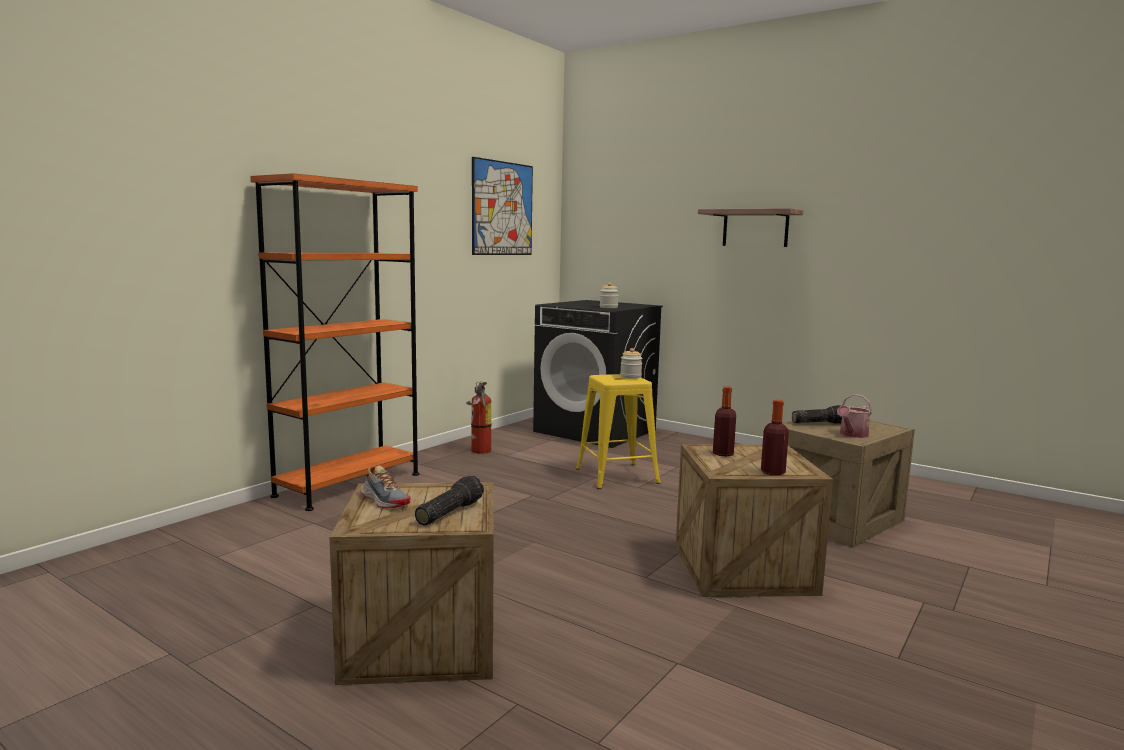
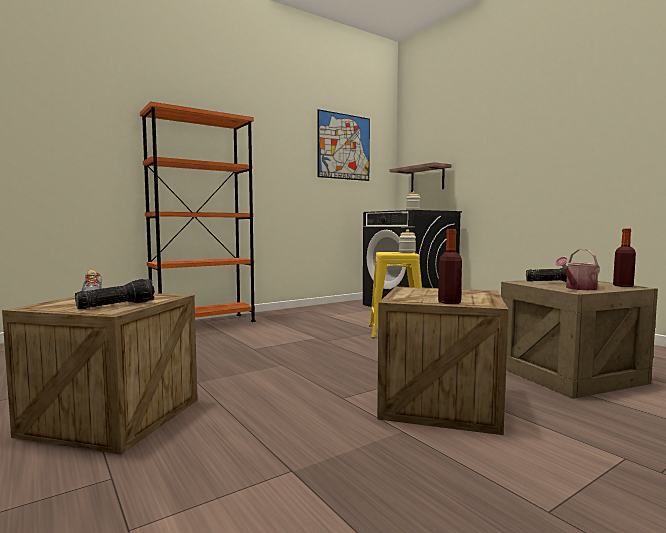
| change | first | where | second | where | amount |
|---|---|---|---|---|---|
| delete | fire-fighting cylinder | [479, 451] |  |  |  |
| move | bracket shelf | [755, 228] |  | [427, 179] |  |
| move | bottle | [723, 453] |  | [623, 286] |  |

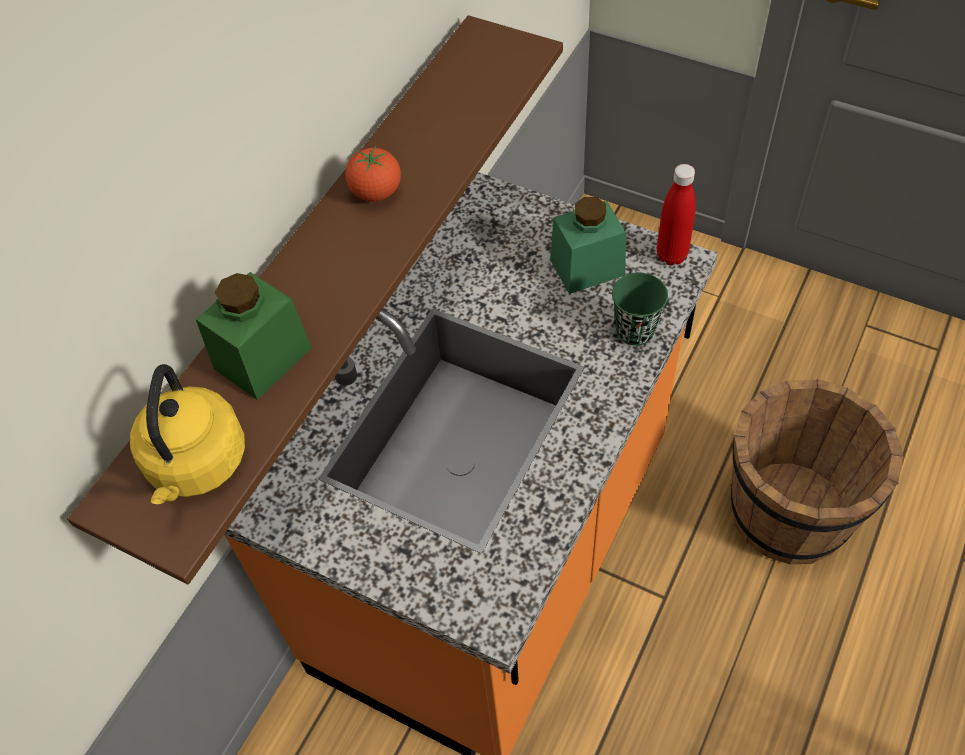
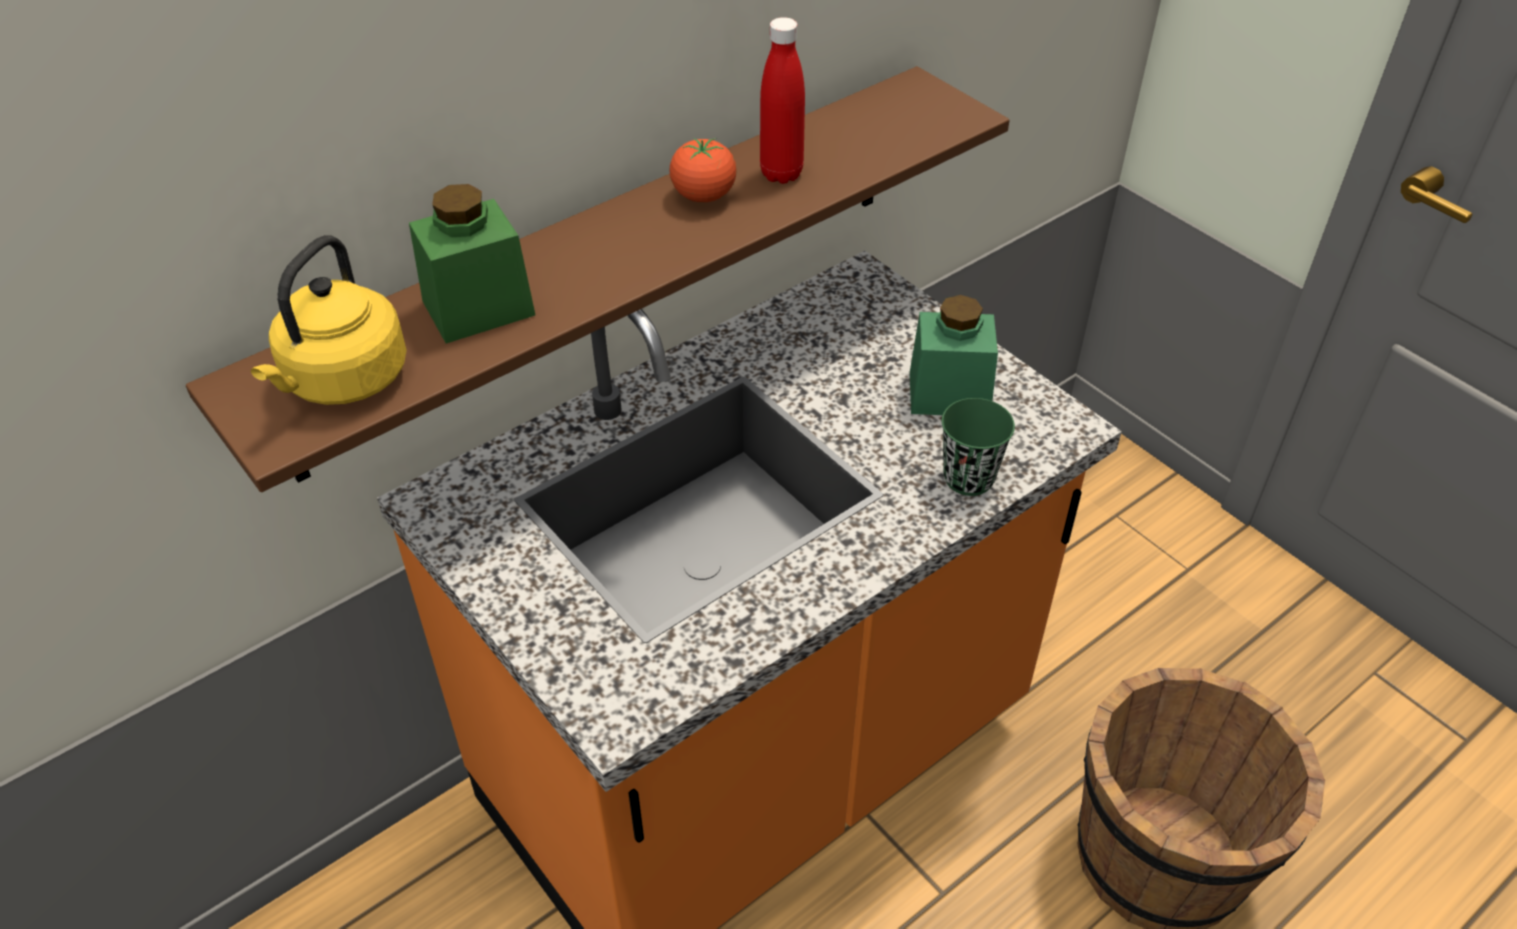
| change | first | where | second | where | amount |
|---|---|---|---|---|---|
| move | red bottle | [671, 255] |  | [781, 174] |  |

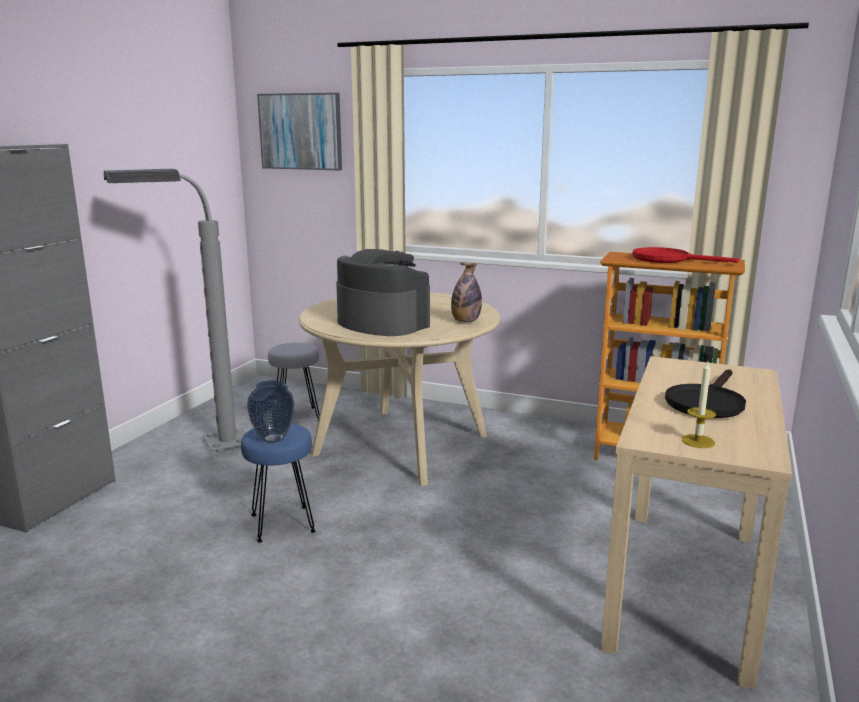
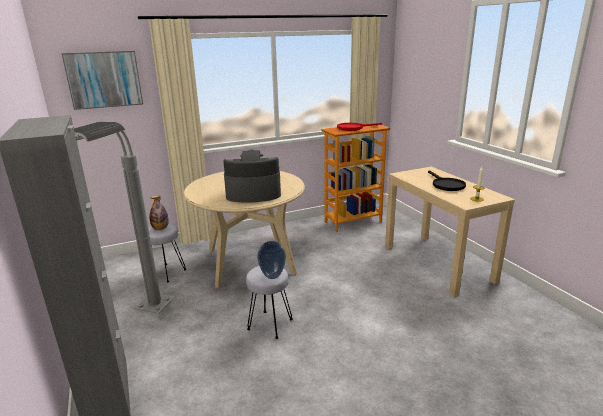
| change | first | where | second | where | amount |
|---|---|---|---|---|---|
| move | bottle | [465, 321] |  | [160, 229] |  |
| recolor | blue stool | [281, 524] | grey stool | [269, 325] |  |

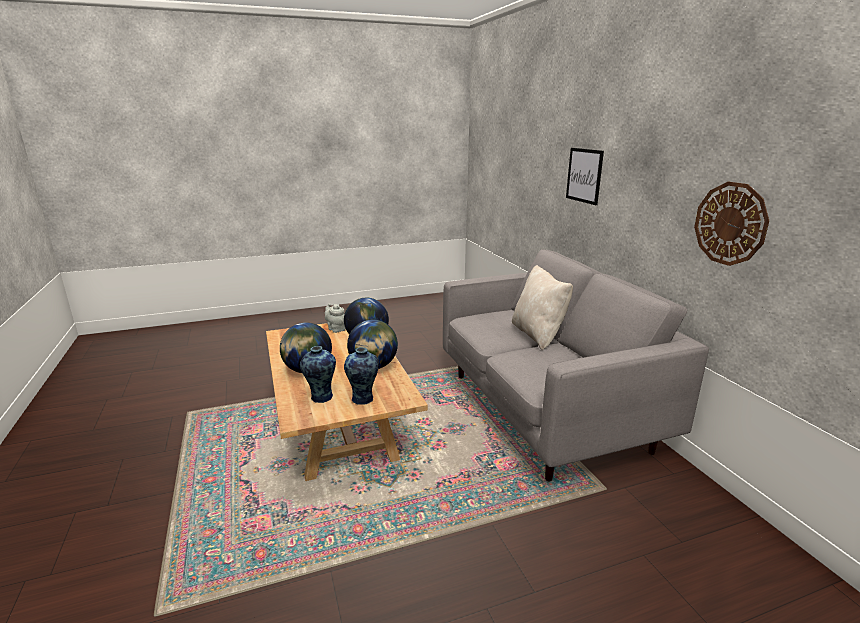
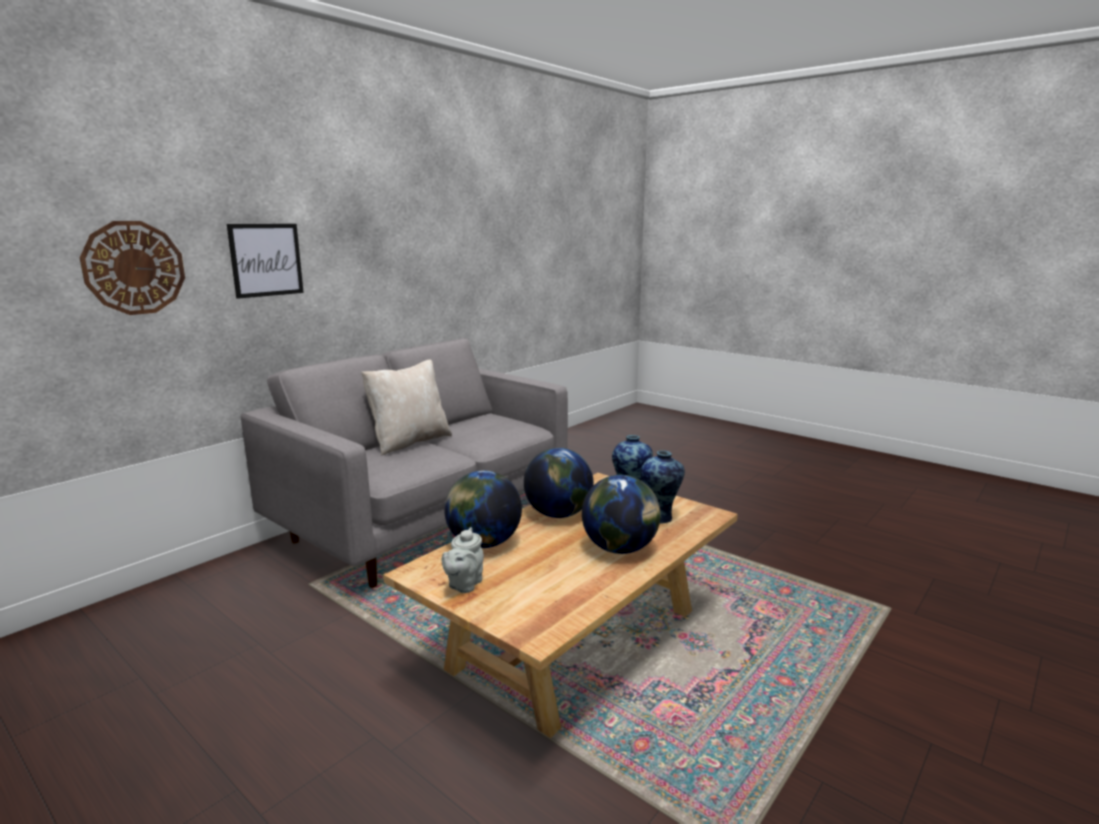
| change | first | where | second | where | amount |
|---|---|---|---|---|---|
| move | clock on the wall | [730, 224] |  | [134, 268] |  |

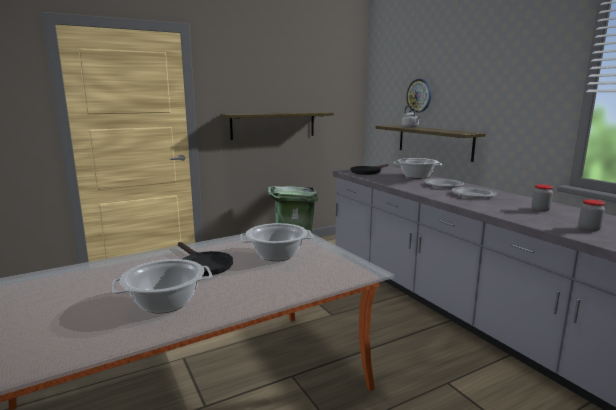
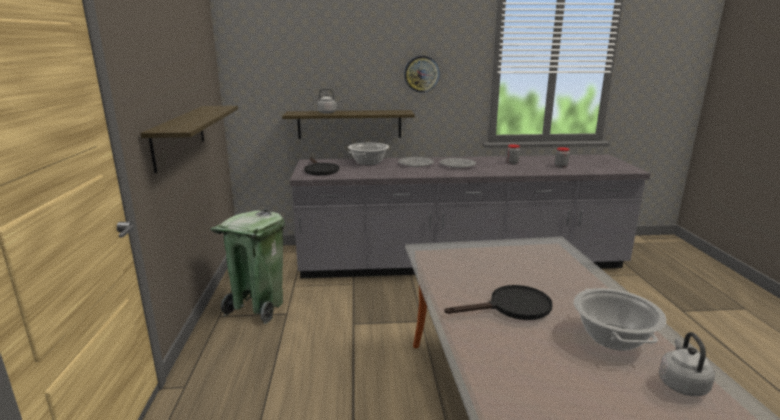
| change | first | where | second | where | amount |
|---|---|---|---|---|---|
| delete | stockpot | [276, 255] |  |  |  |
| insert |  |  | grey kettle | [681, 383] |  |
| move | clock on the wall | [419, 95] |  | [421, 74] |  |

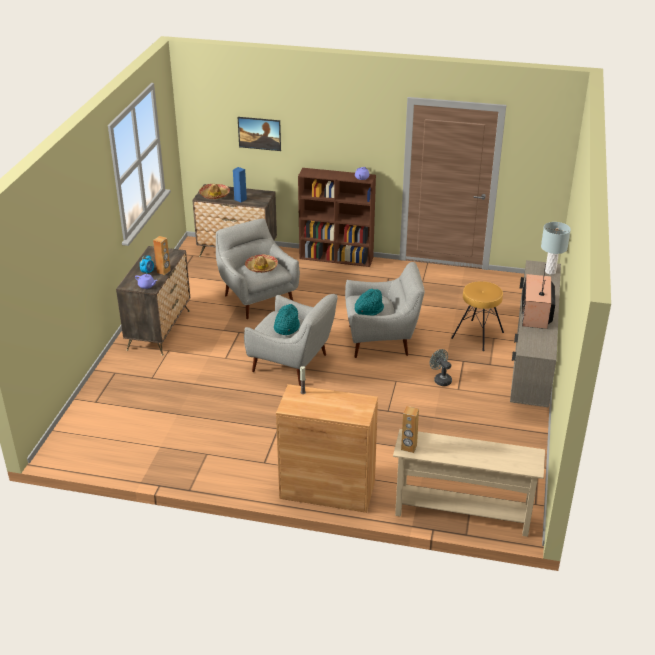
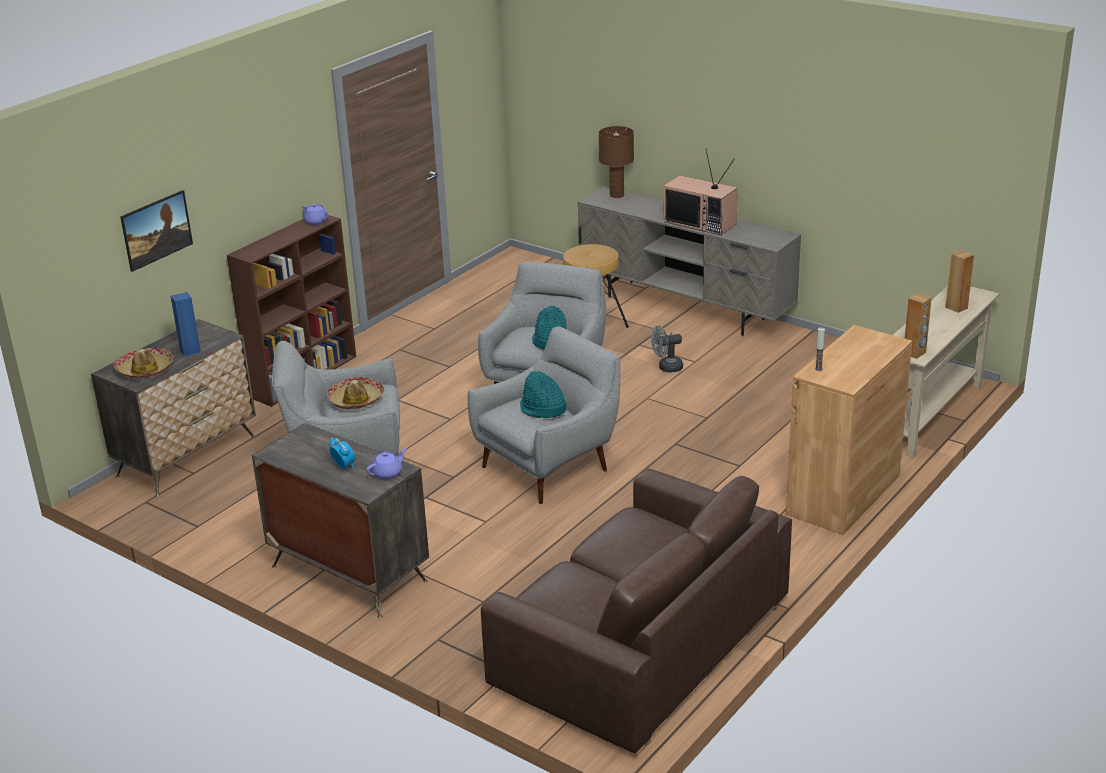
| change | first | where | second | where | amount |
|---|---|---|---|---|---|
| insert |  |  | brown-coloured couch | [639, 641] |  |
| move | brown-coloured loudspeaker | [163, 271] |  | [956, 307] |  |
| recolor | grey lamp for a table | [550, 272] | brown-coloured lamp for a table | [617, 195] |  |

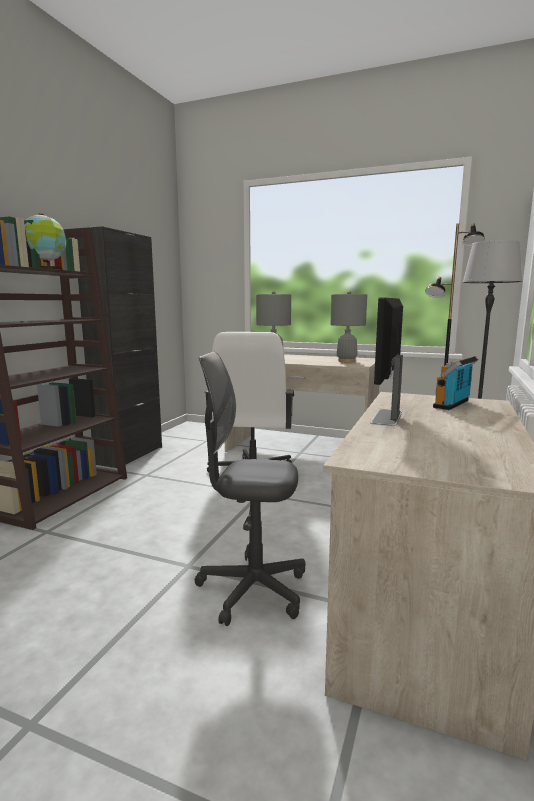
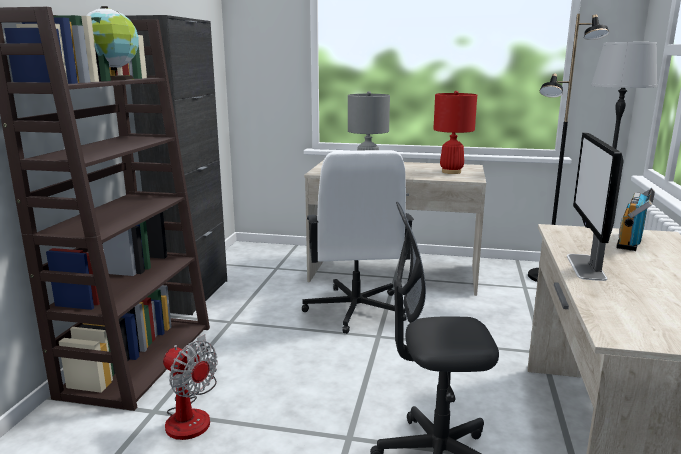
| change | first | where | second | where | amount |
|---|---|---|---|---|---|
| insert |  |  | cooling fan | [191, 414] |  |
| recolor | grey lamp for a table | [346, 361] | red lamp for a table | [451, 172] |  |

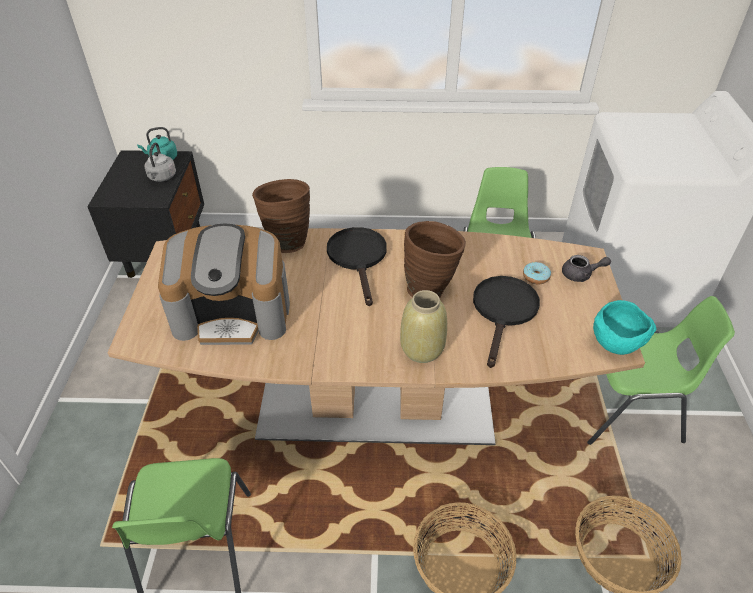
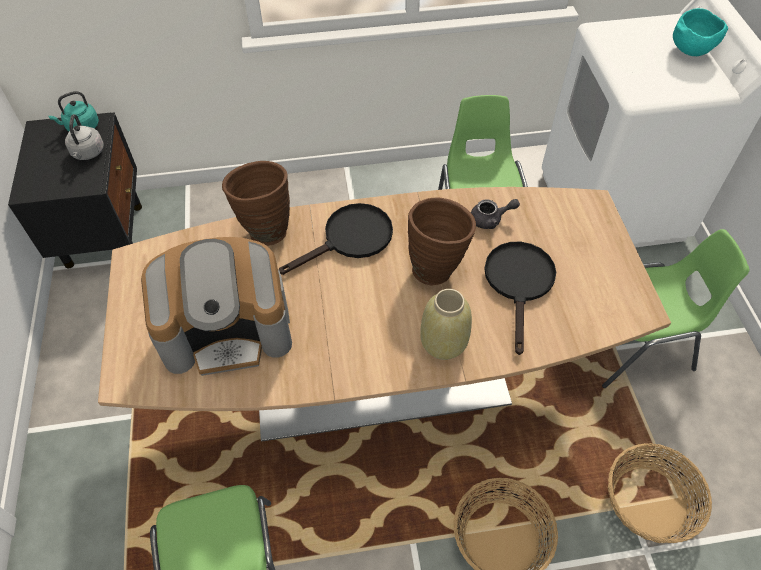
| change | first | where | second | where | amount |
|---|---|---|---|---|---|
| delete | donut | [535, 277] |  |  |  |
| move | grey pot for tea | [581, 275] |  | [490, 219] |  |
| move | blue-green bowl | [616, 343] |  | [691, 50] |  |
| rotate | black frying pan | [358, 258] |  | [350, 239] | 75 degrees clockwise |

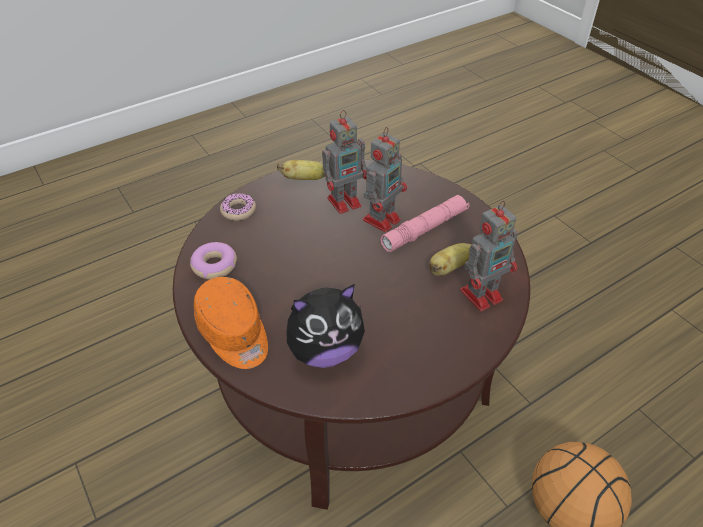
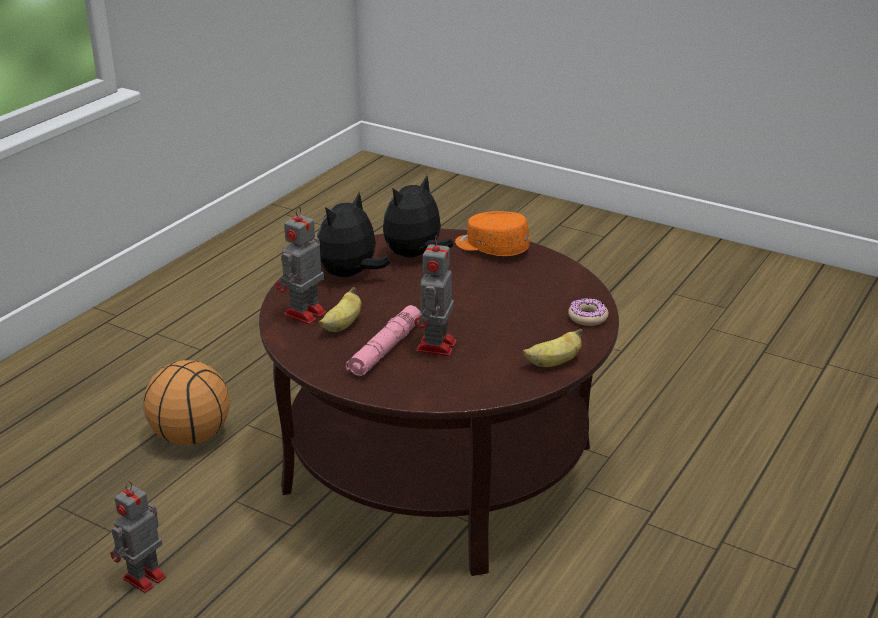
| change | first | where | second | where | amount |
|---|---|---|---|---|---|
| delete | donut | [214, 265] |  |  |  |
| insert |  |  | cuddly toy | [350, 275] |  |
| move | robot figure | [345, 201] |  | [143, 579] |  |

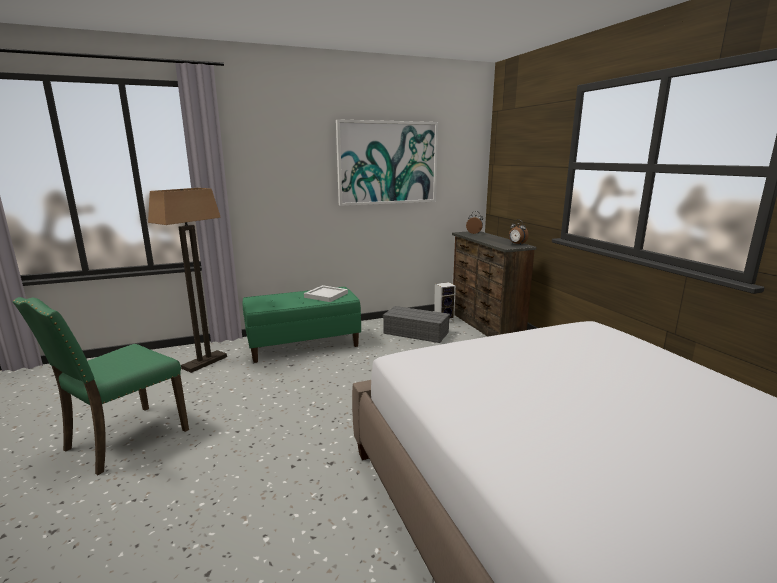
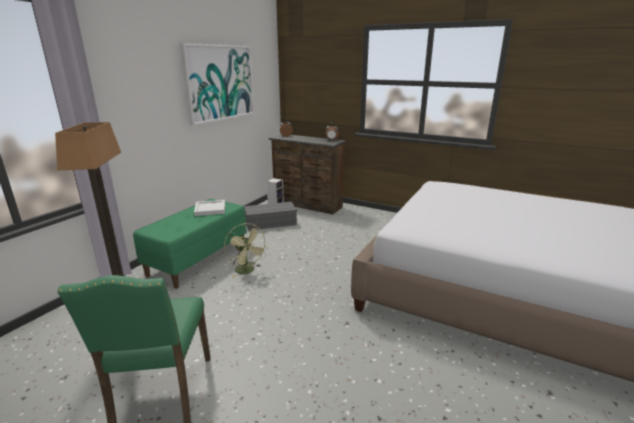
| change | first | where | second | where | amount |
|---|---|---|---|---|---|
| insert |  |  | green cooling fan | [247, 271] |  |

